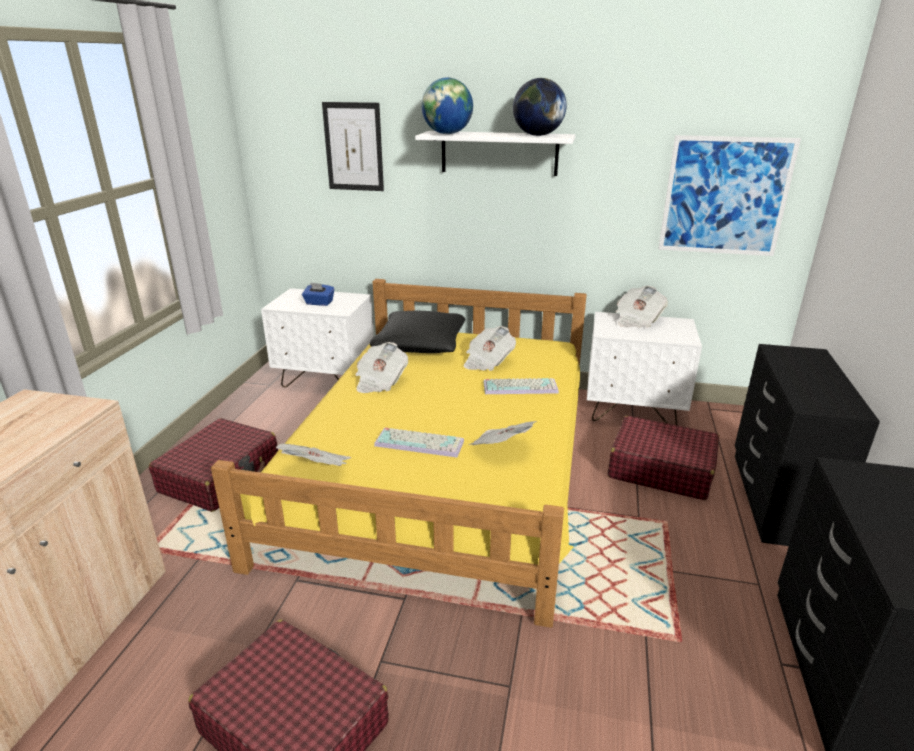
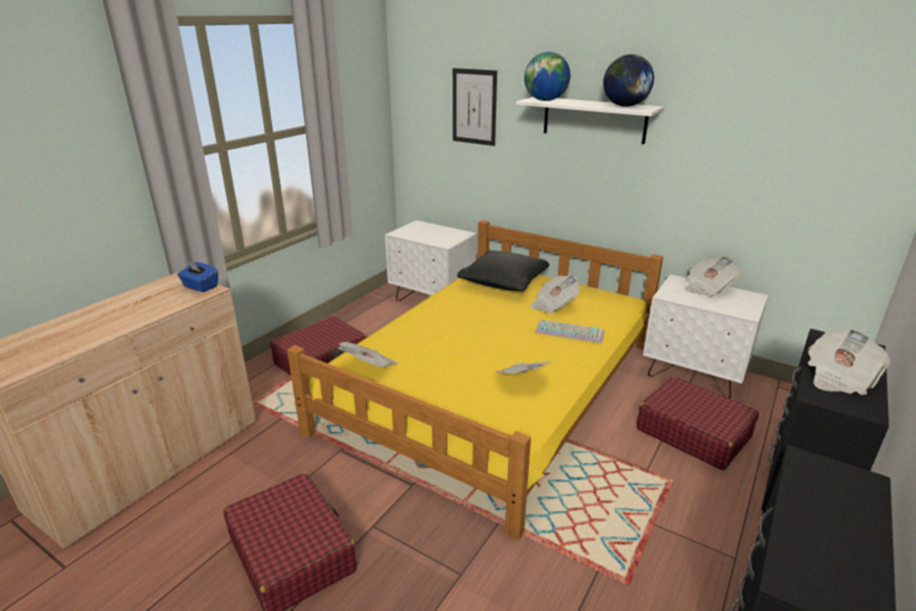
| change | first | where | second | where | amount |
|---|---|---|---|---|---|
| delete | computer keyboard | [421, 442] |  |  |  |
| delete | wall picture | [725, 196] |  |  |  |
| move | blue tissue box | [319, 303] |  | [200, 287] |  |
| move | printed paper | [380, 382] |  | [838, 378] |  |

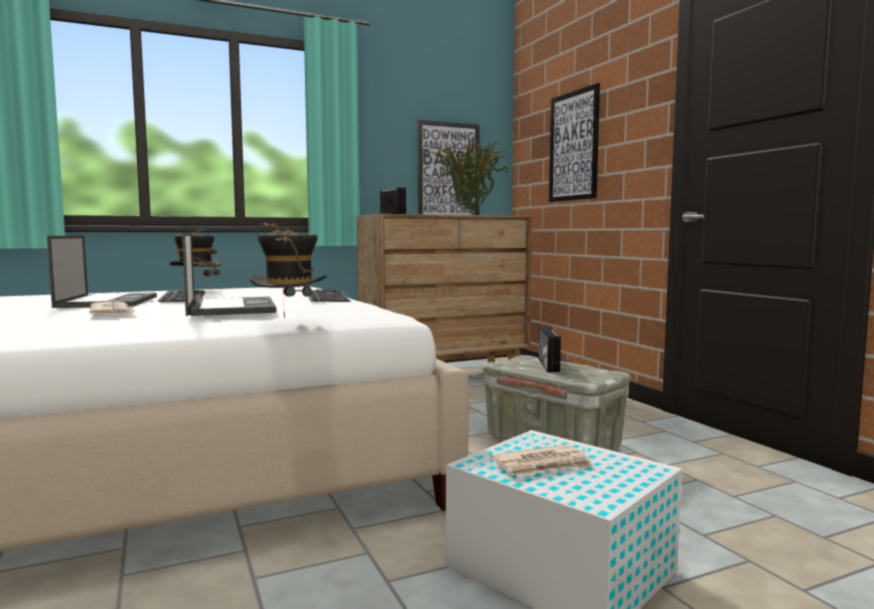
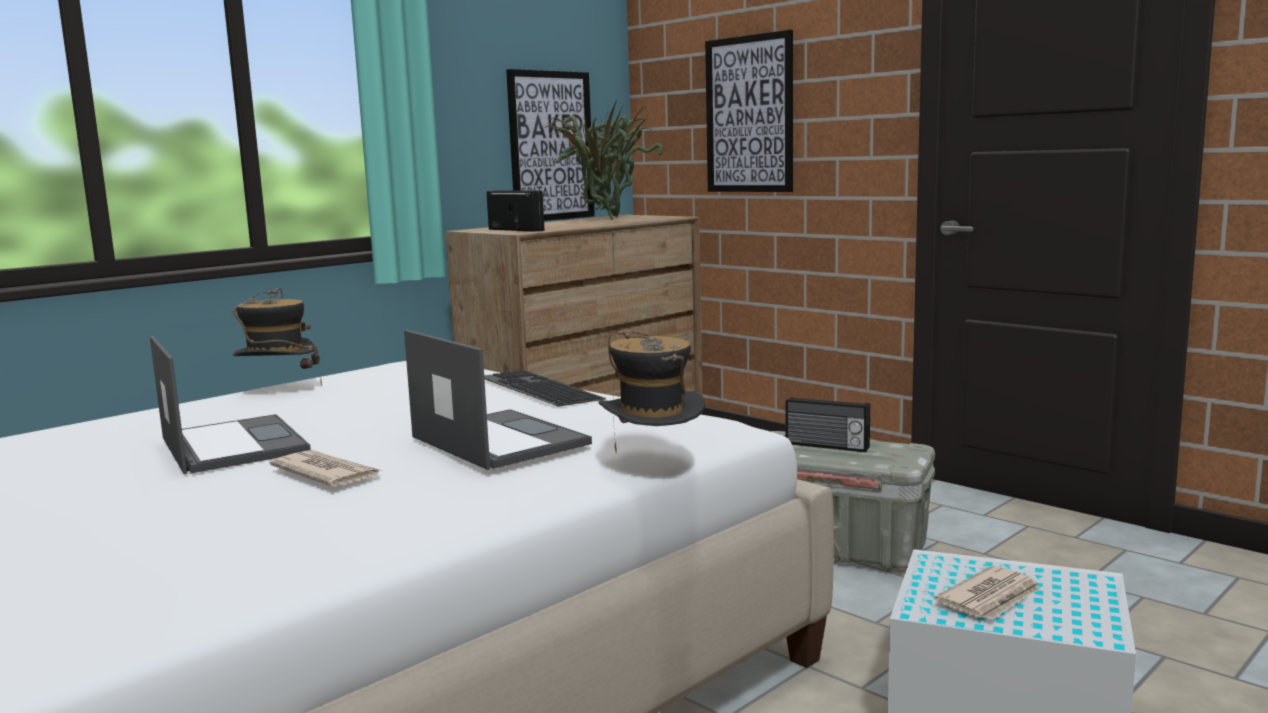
| change | first | where | second | where | amount |
|---|---|---|---|---|---|
| delete | computer keyboard | [181, 296] |  |  |  |
| rotate | radio | [547, 365] |  | [826, 446] | 45 degrees counterclockwise |

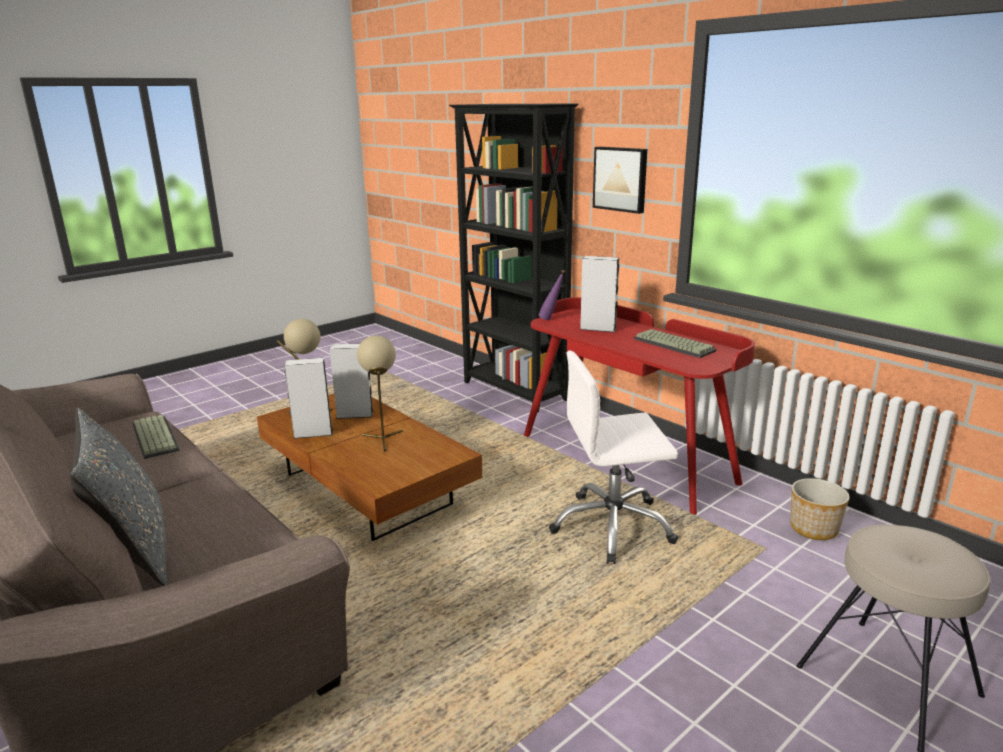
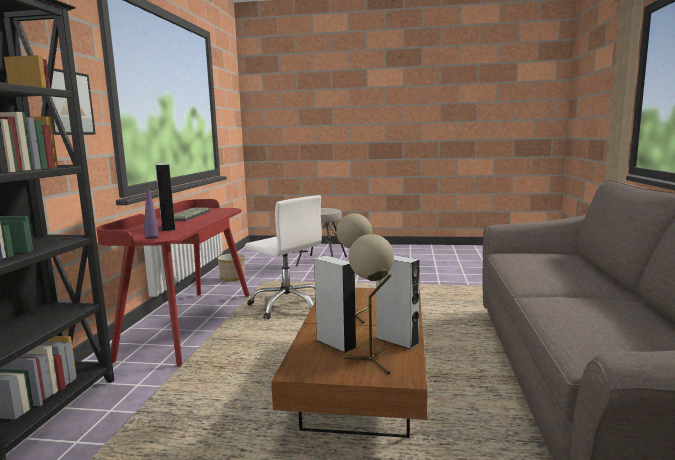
| change | first | where | second | where | amount |
|---|---|---|---|---|---|
| delete | grey throw pillow | [134, 552] |  |  |  |
| delete | computer keyboard | [153, 437] |  |  |  |

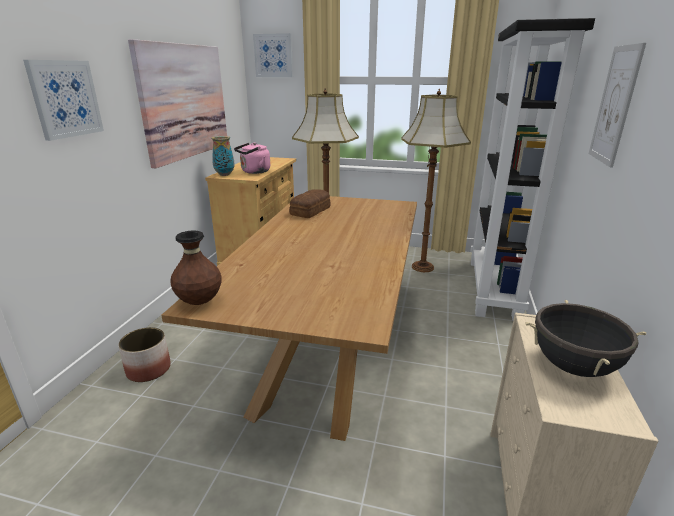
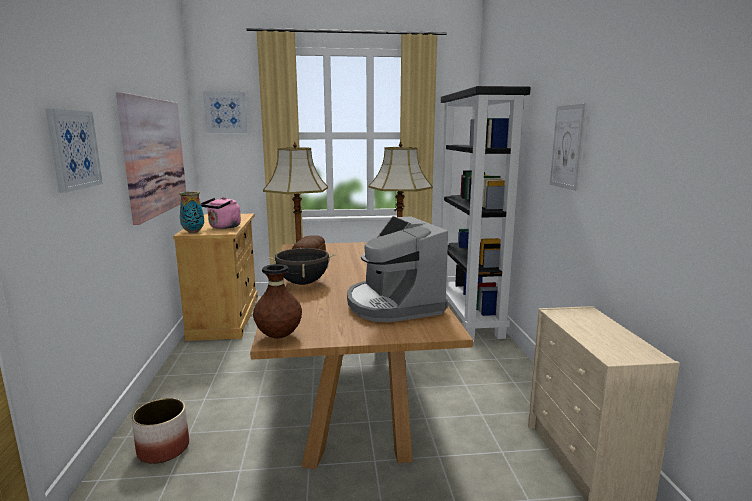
| change | first | where | second | where | amount |
|---|---|---|---|---|---|
| insert |  |  | coffee maker | [393, 304] |  |
| move | black stockpot | [573, 366] |  | [303, 283] |  |

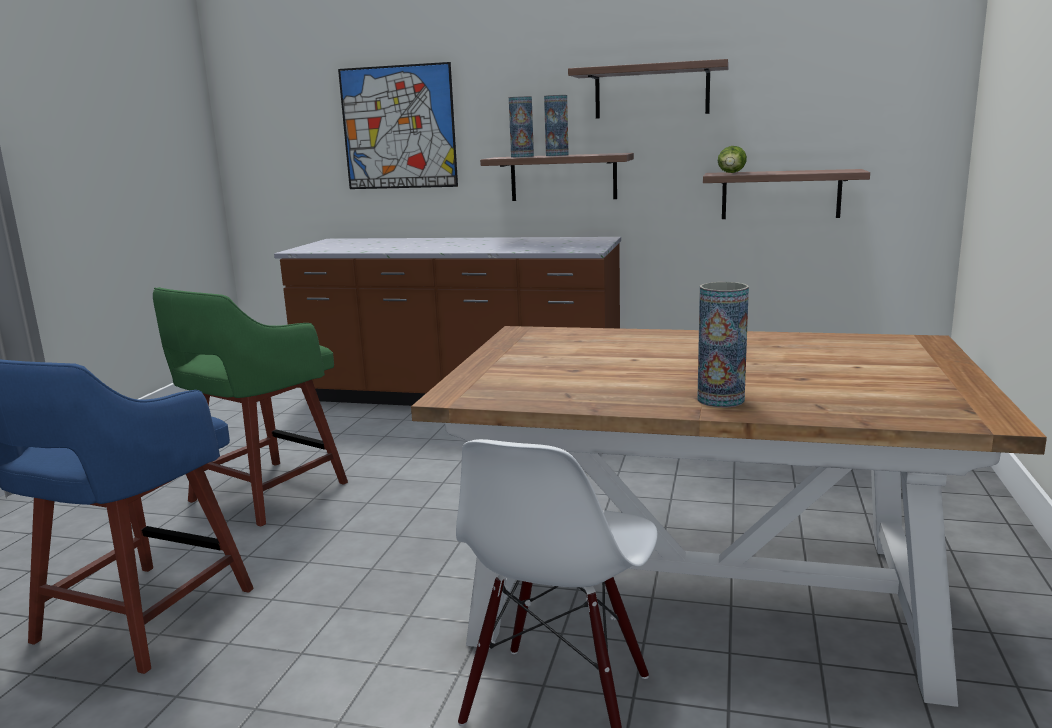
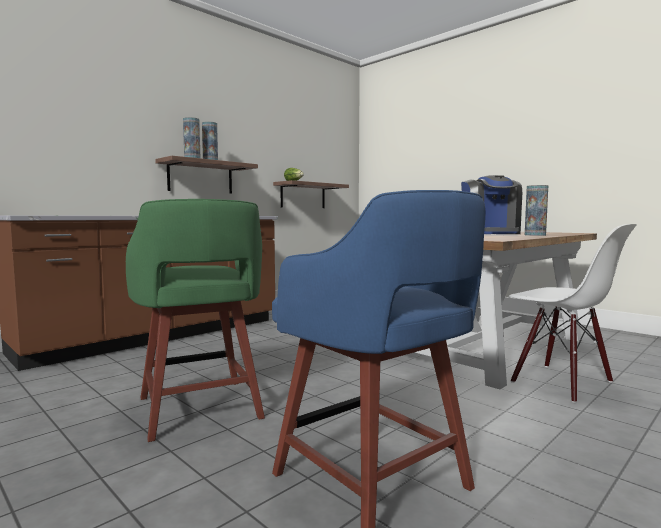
| change | first | where | second | where | amount |
|---|---|---|---|---|---|
| delete | wall picture | [398, 127] |  |  |  |
| delete | bracket shelf | [651, 91] |  |  |  |
| insert |  |  | coffee maker | [490, 233] |  |

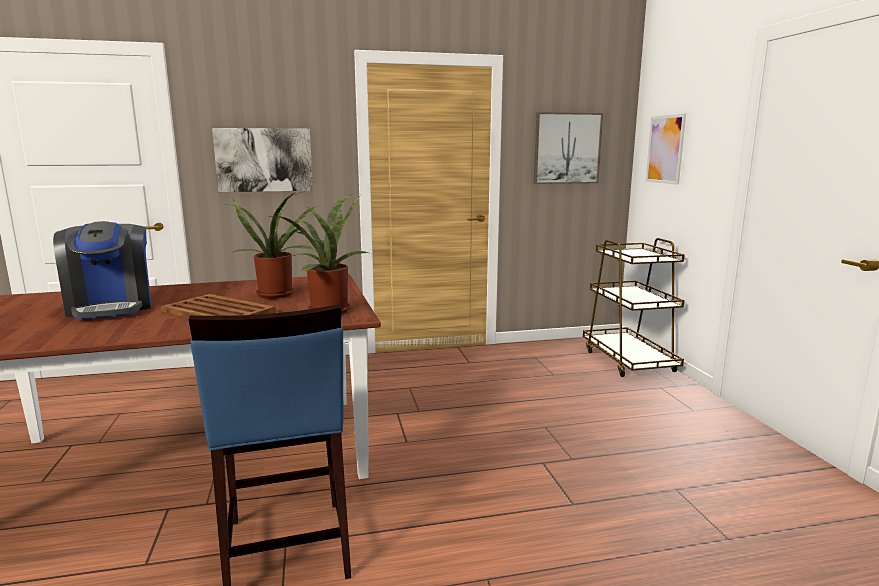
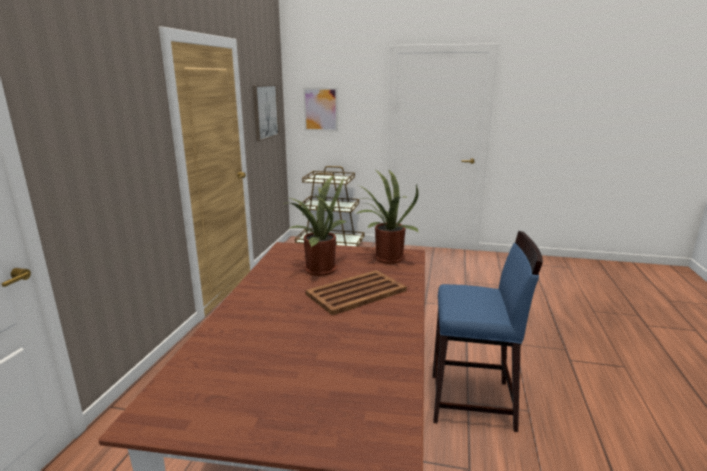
| change | first | where | second | where | amount |
|---|---|---|---|---|---|
| delete | coffee maker | [111, 307] |  |  |  |
| delete | wall picture | [264, 160] |  |  |  |

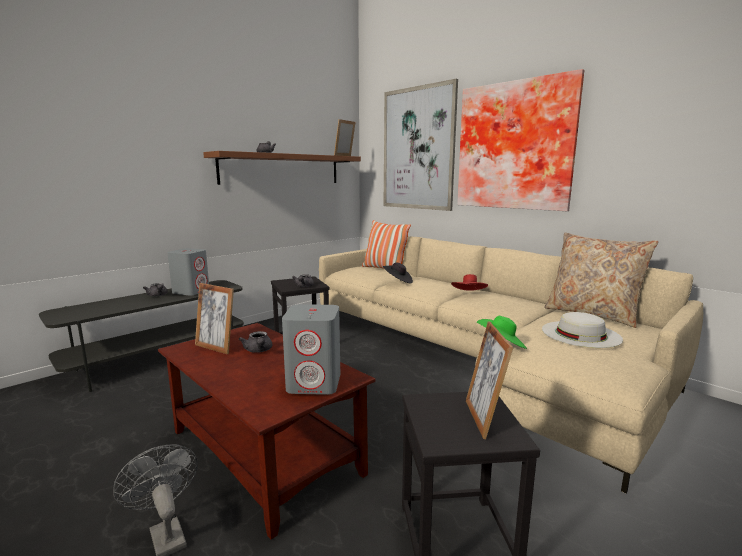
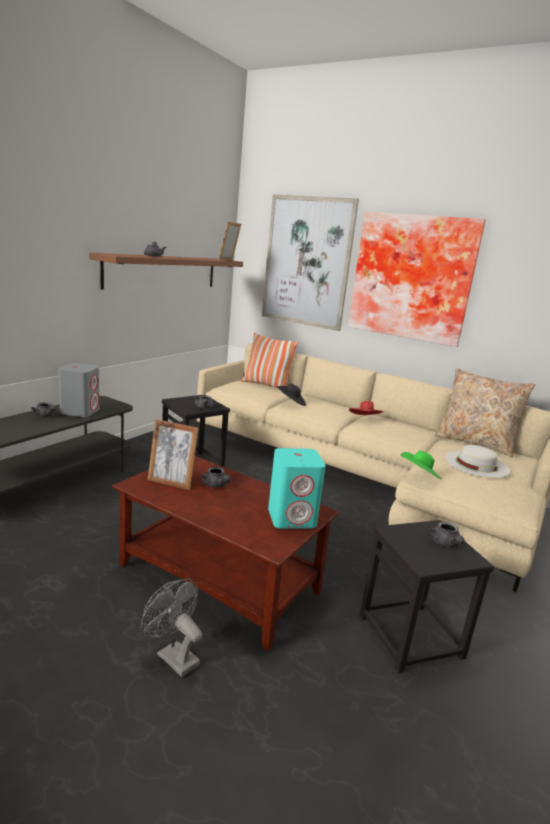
| change | first | where | second | where | amount |
|---|---|---|---|---|---|
| replace | photo frame | [483, 418] | grey pot for tea | [445, 544] |  |
| recolor | grey loudspeaker | [315, 383] | blue-green loudspeaker | [292, 517] |  |

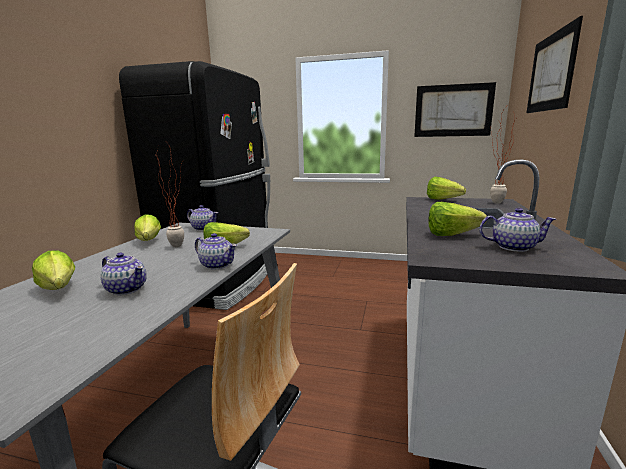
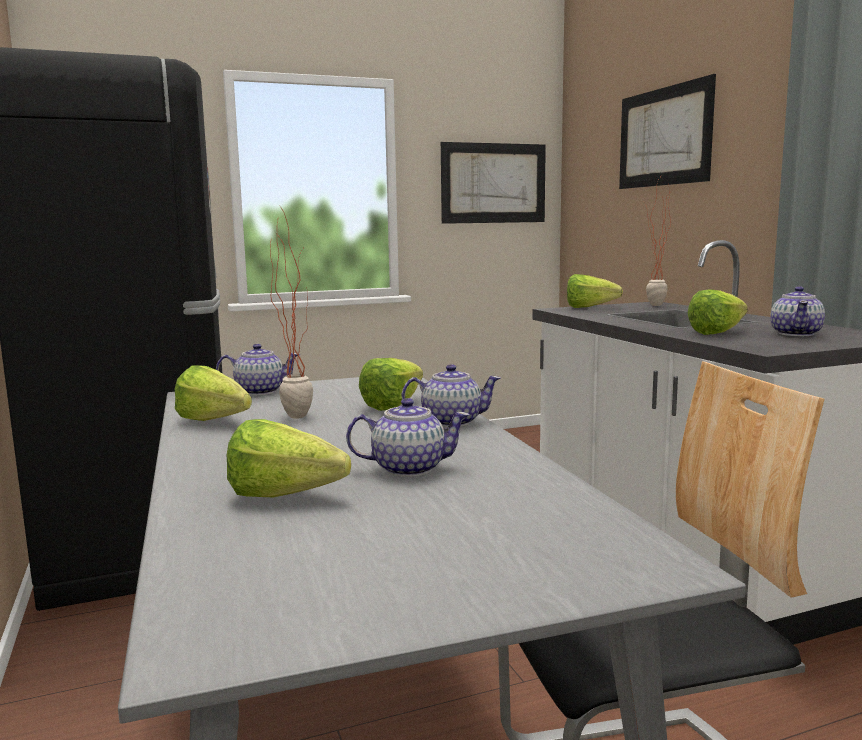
| change | first | where | second | where | amount |
|---|---|---|---|---|---|
| rotate | pot for tea | [512, 247] |  | [796, 334] | 135 degrees clockwise |

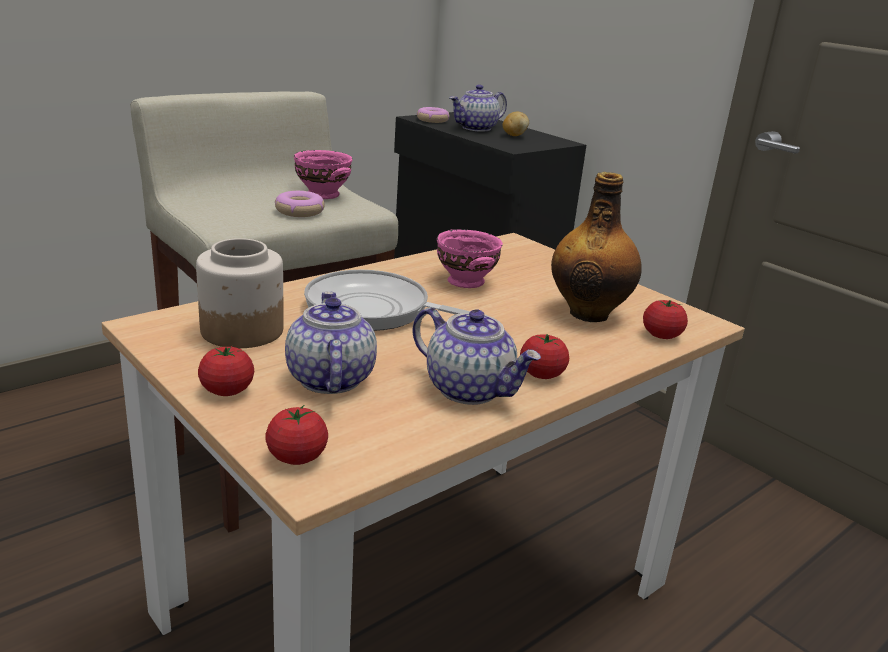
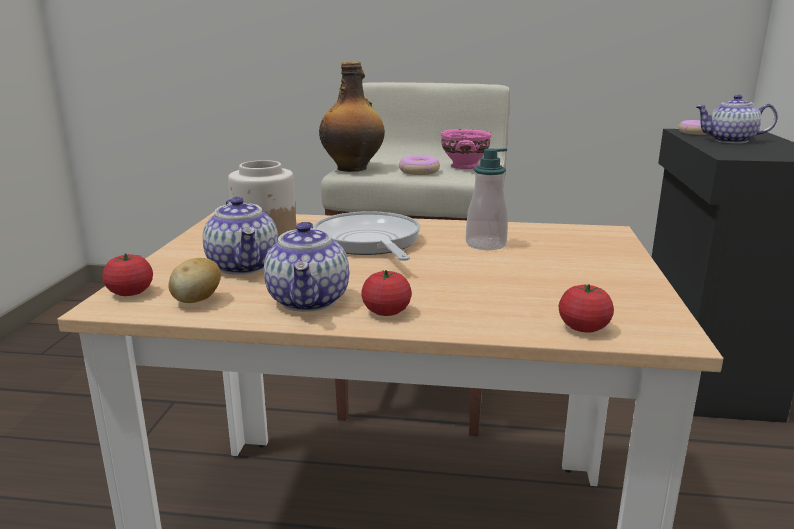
| change | first | where | second | where | amount |
|---|---|---|---|---|---|
| delete | fresh tomato | [227, 390] |  |  |  |
| move | whole potato | [513, 136] |  | [196, 301] |  |
| move | bottle | [589, 313] |  | [353, 168] |  |
| replace | pink bowl | [465, 282] | soap bottle | [486, 244] |  |
| rotate | pot for tea | [329, 379] |  | [244, 266] | 120 degrees clockwise |

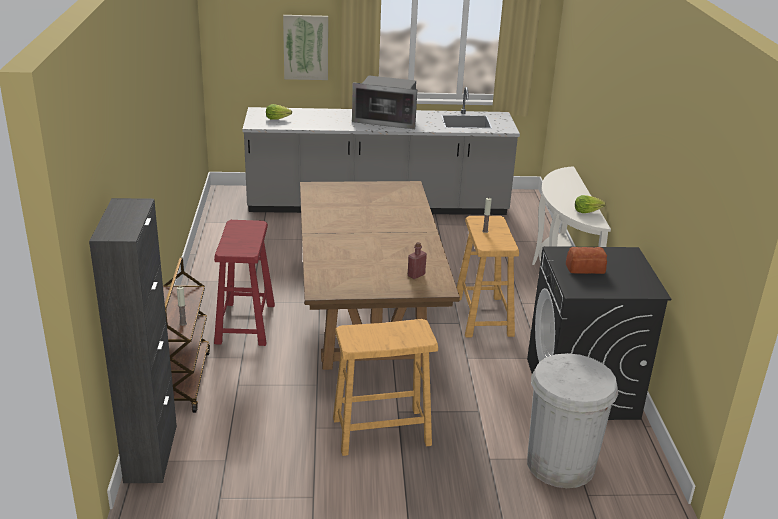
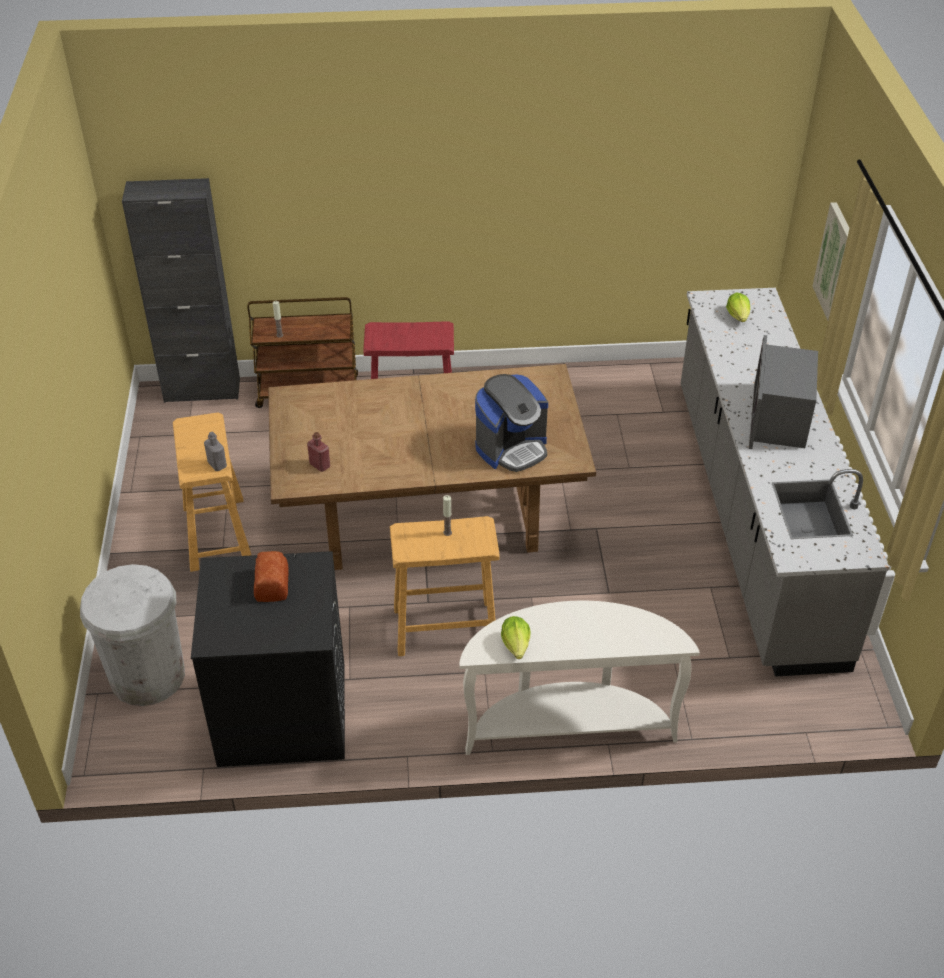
| change | first | where | second | where | amount |
|---|---|---|---|---|---|
| insert |  |  | grey bottle | [217, 465] |  |
| insert |  |  | coffee maker | [512, 448] |  |

